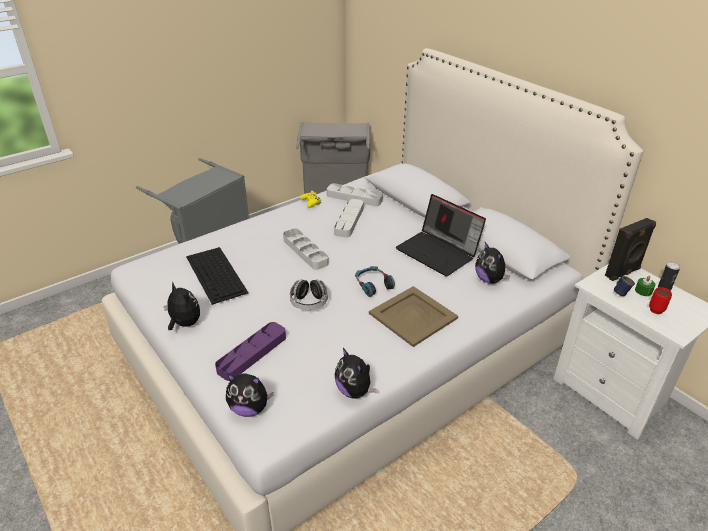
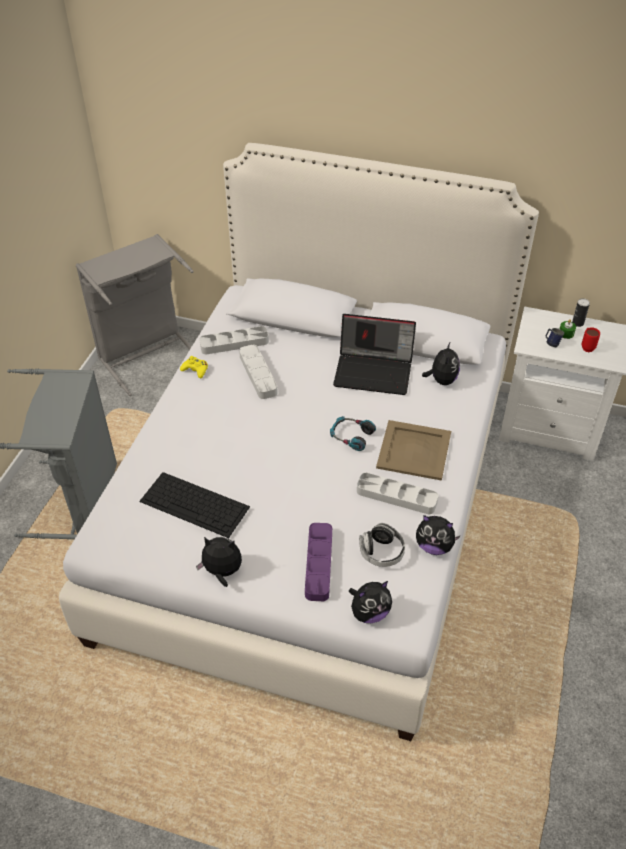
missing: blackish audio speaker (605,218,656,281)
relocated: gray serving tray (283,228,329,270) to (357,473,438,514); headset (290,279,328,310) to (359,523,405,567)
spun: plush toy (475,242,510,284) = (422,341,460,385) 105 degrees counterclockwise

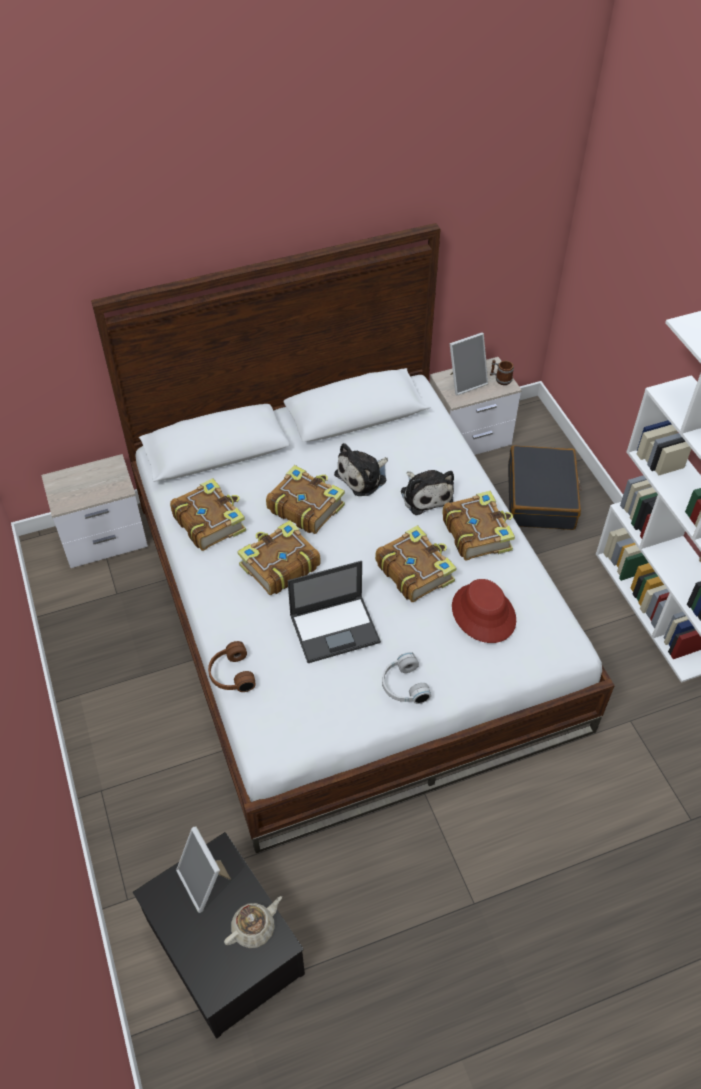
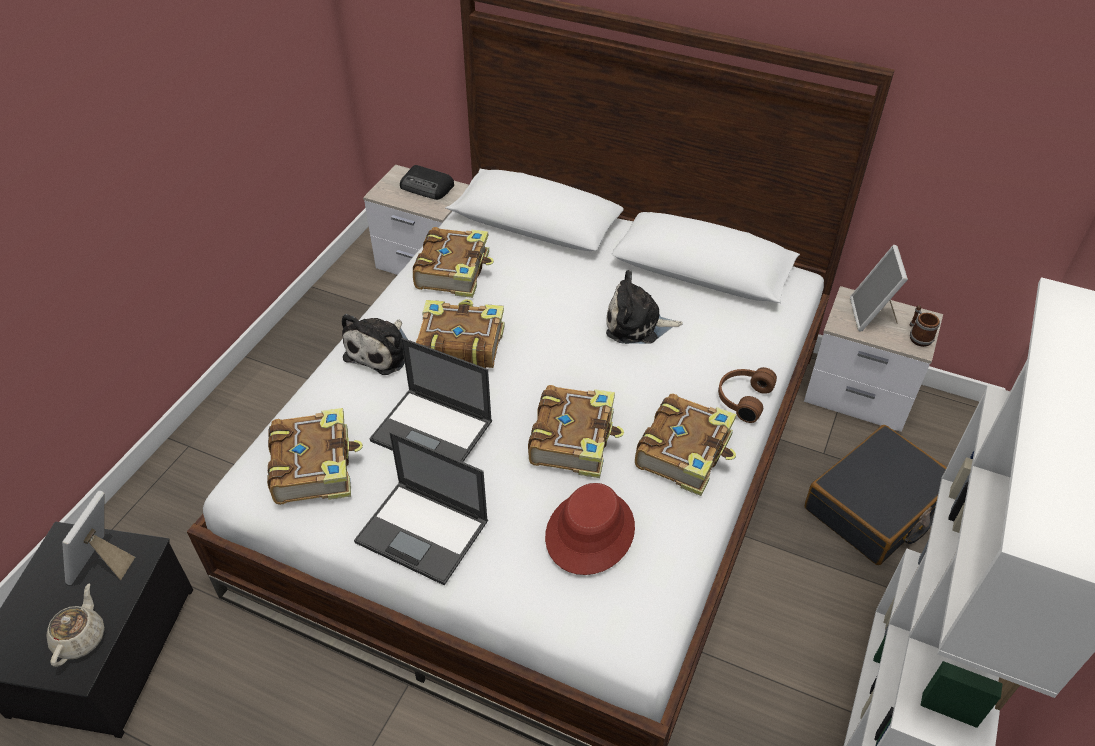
appeared: radio receiver (400,165,454,200)
relocated: brown-coloured headset (208,641,256,692) to (718,367,777,423); bound book (266,465,345,534) to (267,408,363,505); plush toy (401,470,454,515) to (342,314,408,375)
exchanged: white headset (382,652,431,704) to laptop (354,432,488,585)
spun: beige-coloured pot for tea (224,896,282,948) = (47,583,105,667) 90 degrees counterclockwise; standing frame (450,332,489,395) = (850,245,908,332) 75 degrees clockwise

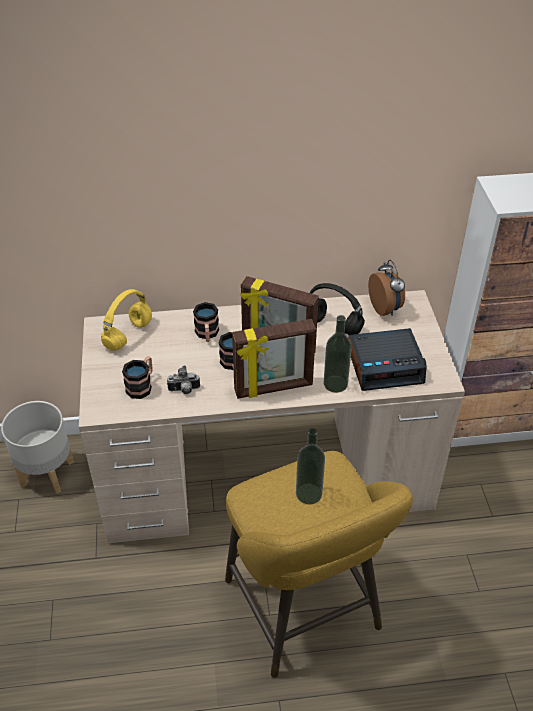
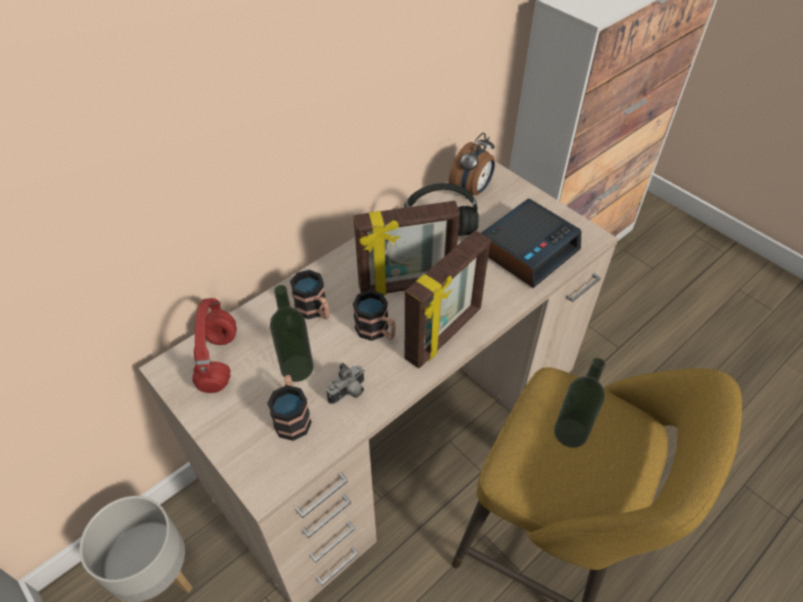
relocated: beverage bottle (324,315,352,393) to (270,285,313,382)
colour: yellowish headset (101,289,152,350) to red headset (192,298,237,393)
spun: bedside clock (368,260,405,316) = (449,133,495,199) 90 degrees clockwise

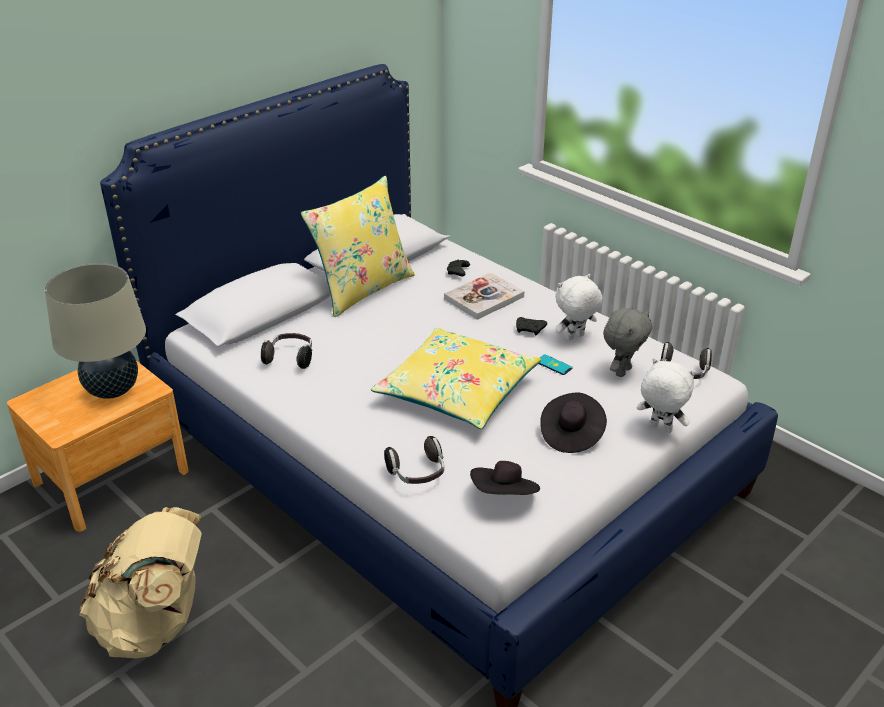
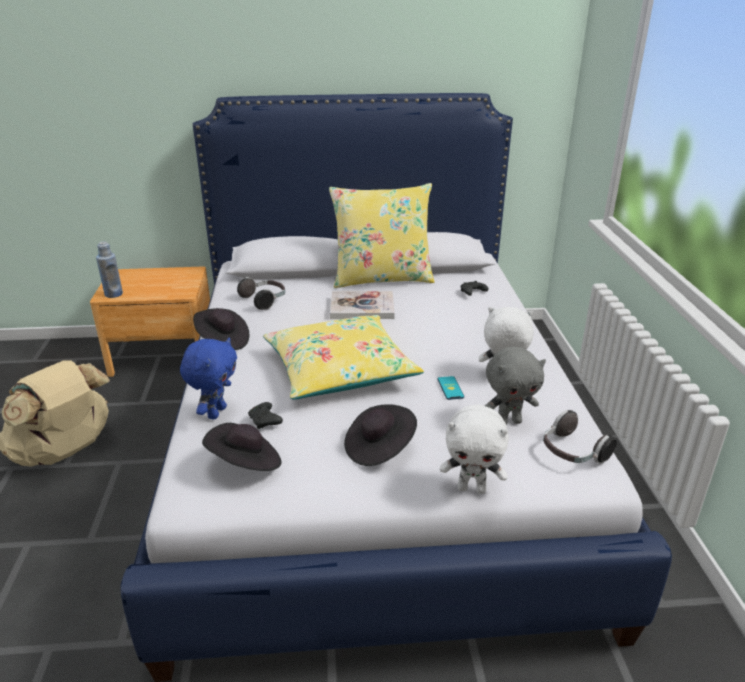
missing: beige-coloured tabletop lamp (45,263,146,399)
appeared: bluish beverage bottle (96,242,123,298); blackish wearable hat (193,308,249,350)
relocated: bound book (444,273,524,320) to (330,291,394,319); blackish game controller (516,317,547,335) to (248,402,283,429)
exchanged: headset (384,436,444,484) to bluish plush toy (180,338,237,419)
spun: white plush toy (637,358,696,433) = (440,404,509,494) 120 degrees clockwise

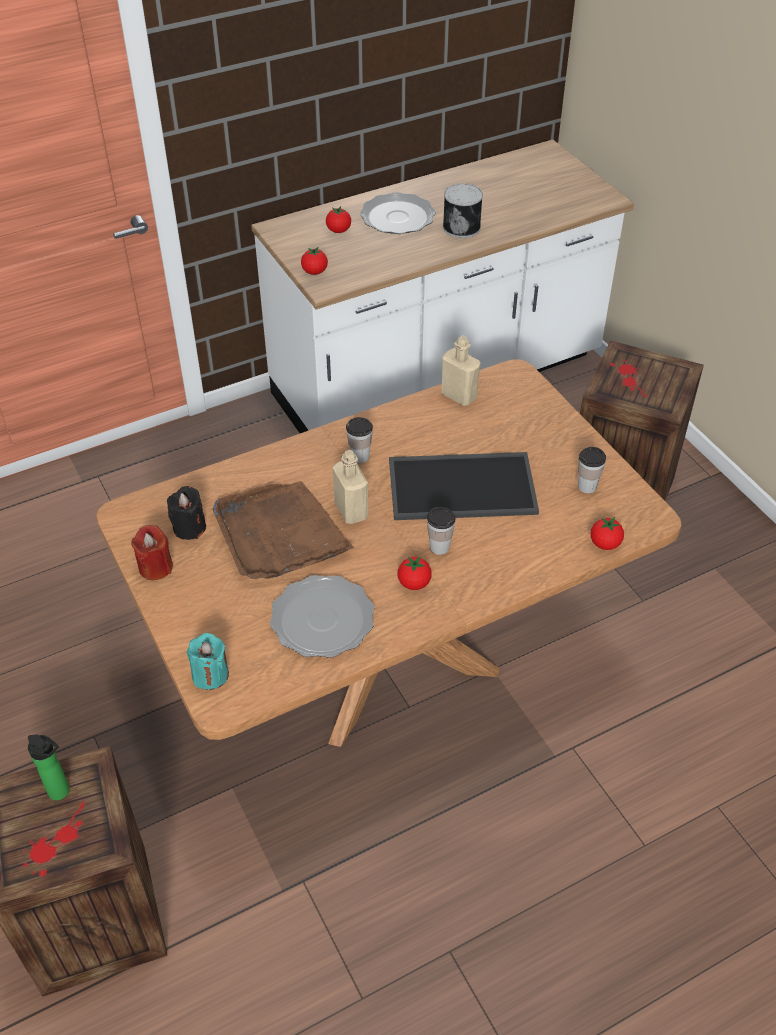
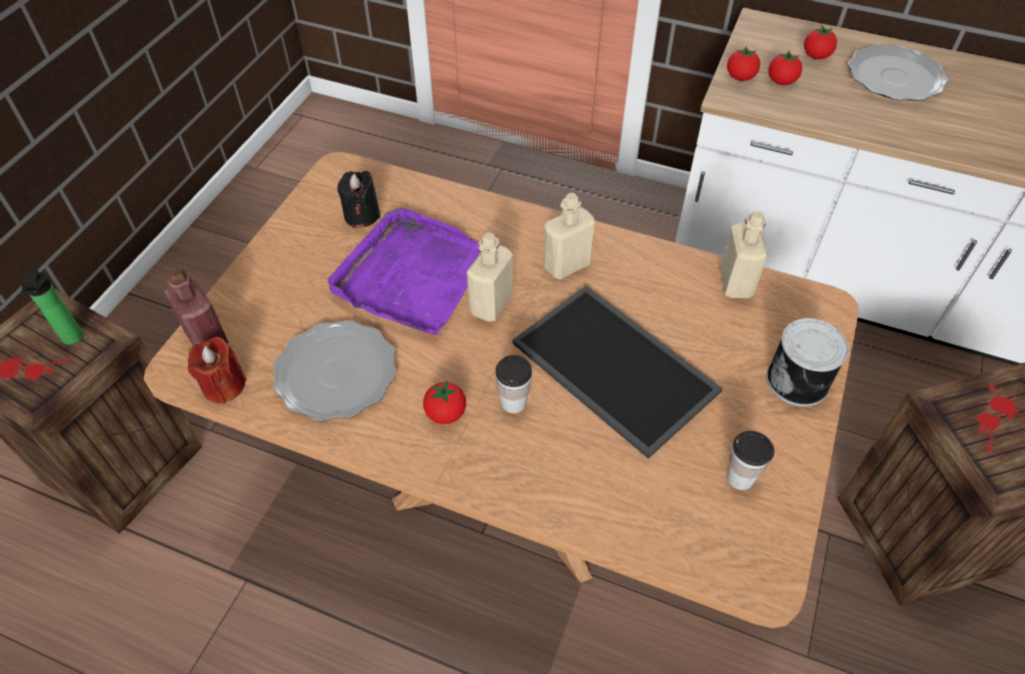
relocated: red wax light (131,525,173,580) to (188,337,247,404); can (443,183,483,238) to (766,318,849,407); fresh tomato (590,517,624,550) to (768,51,802,85)
exchanged: turquoise wax light (187,633,229,690) to red beverage bottle (164,267,228,346); drinking cup (346,417,373,463) to beige-coloured beverage bottle (544,193,595,280)
colour: brown-coloured serving tray (212,481,354,579) to purple-coloured serving tray (328,208,481,335)

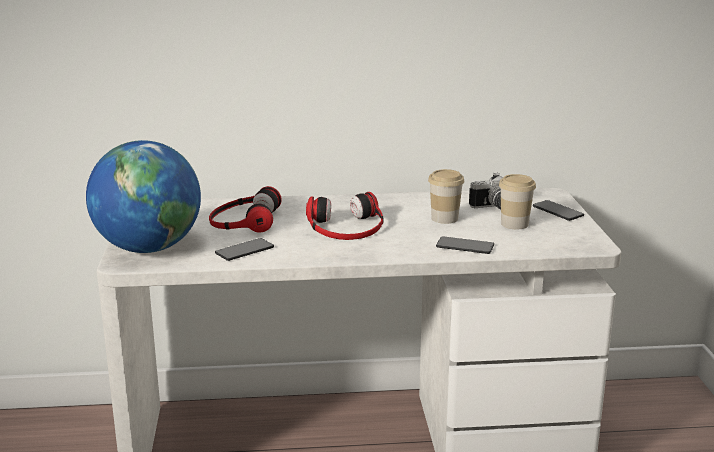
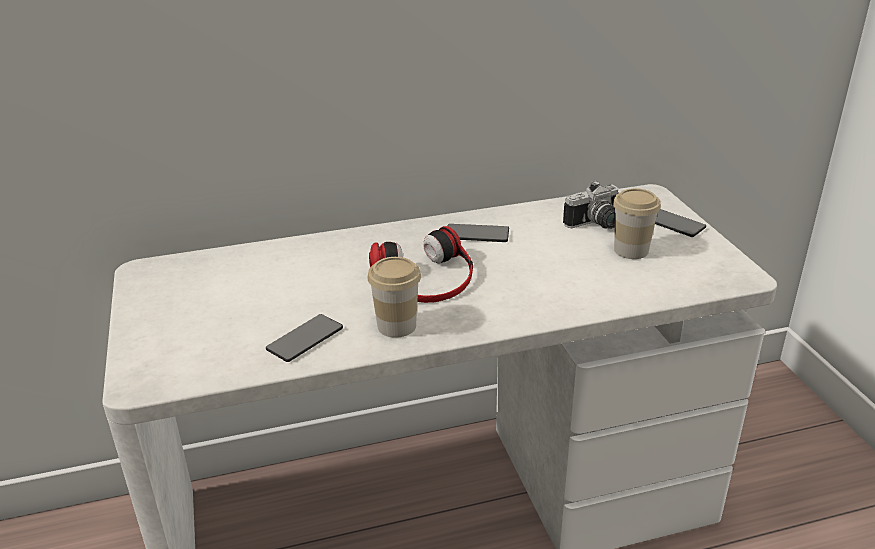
missing: globe (86,140,201,253); headset (209,186,282,233)
relocated: drinking cup (428,169,464,224) to (367,257,421,338); handset (436,236,494,254) to (448,224,509,242)

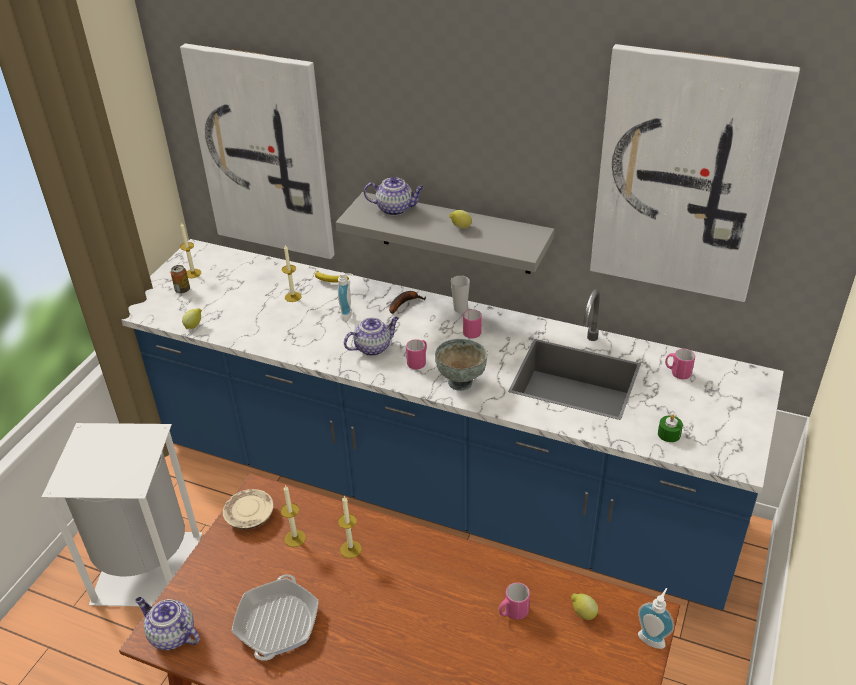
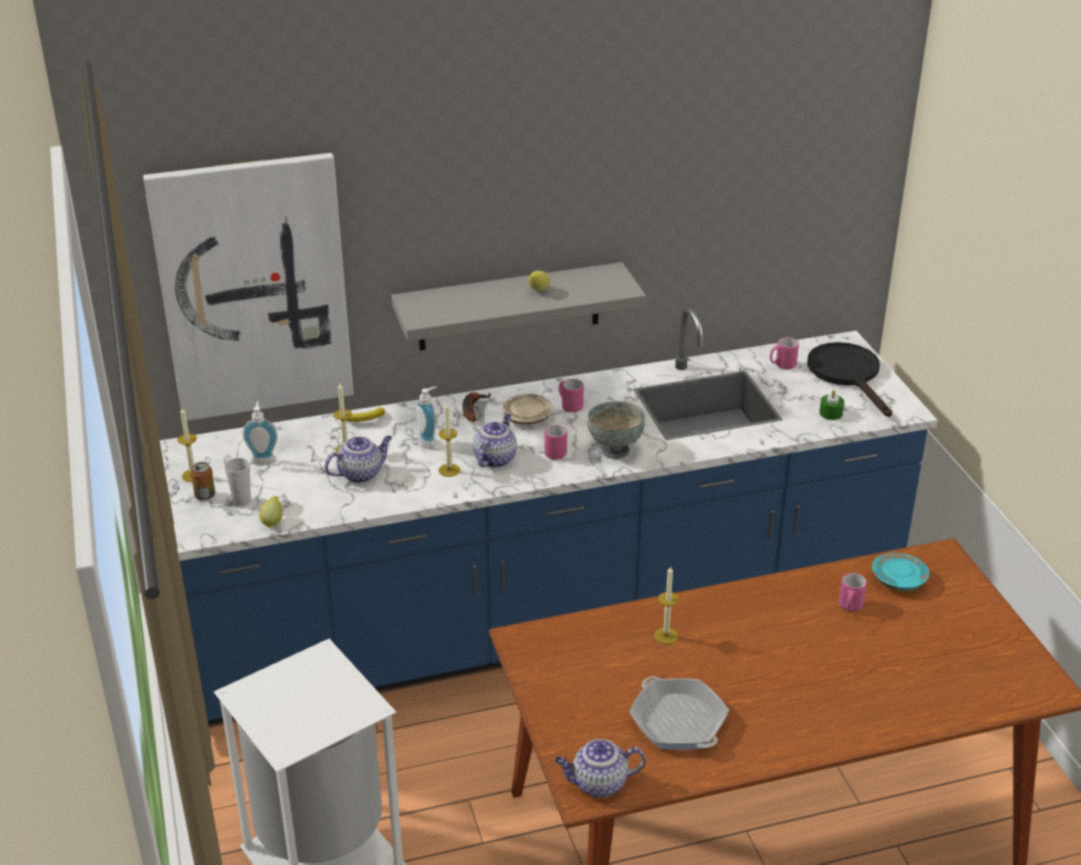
missing: wall picture (590,44,800,302)
appeared: blackish pan (807,342,892,417)
relocated: beige-coloured plate (223,489,274,530) to (502,394,553,425); wax light (281,485,306,547) to (439,402,460,477); pot for tea (364,177,424,216) to (325,436,392,483); drinking cup (451,275,470,313) to (224,458,251,507); soap dispenser (638,588,674,649) to (243,401,278,465)
exchanged: whole lemon (571,593,598,620) to turquoise plate (872,553,929,591)

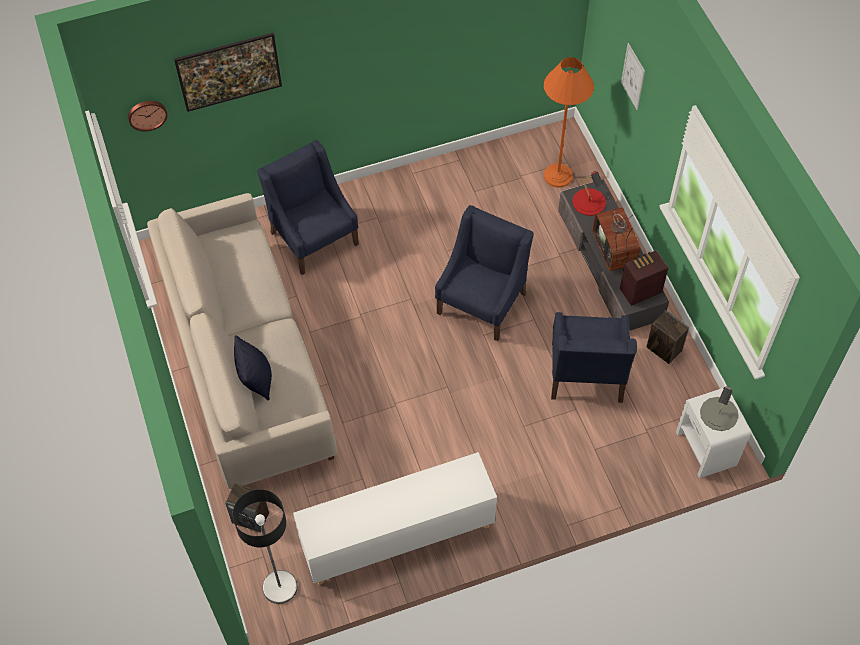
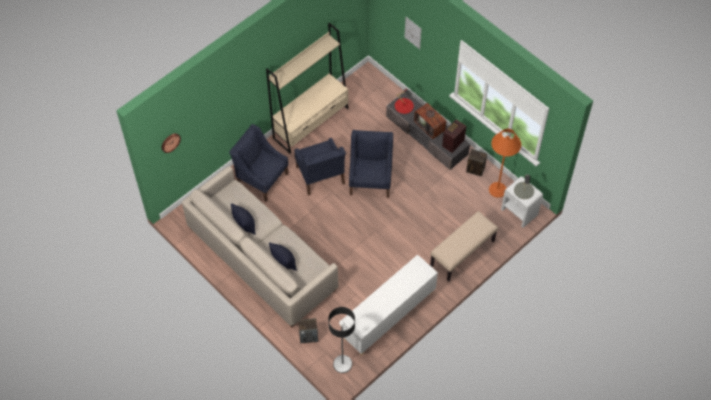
missing: wall picture (174,33,282,112)
appeared: blackish cushion (231,203,256,235); beige-coloured shelving unit (266,23,348,154); beige-coloured long seat (430,211,498,282)
relocated: orangey floor lamp (544,57,594,188) to (489,129,521,198); bluish lounge chair (551,312,637,403) to (294,138,346,196)

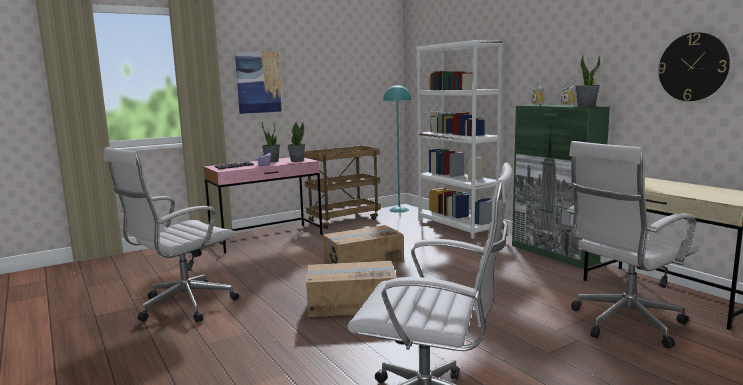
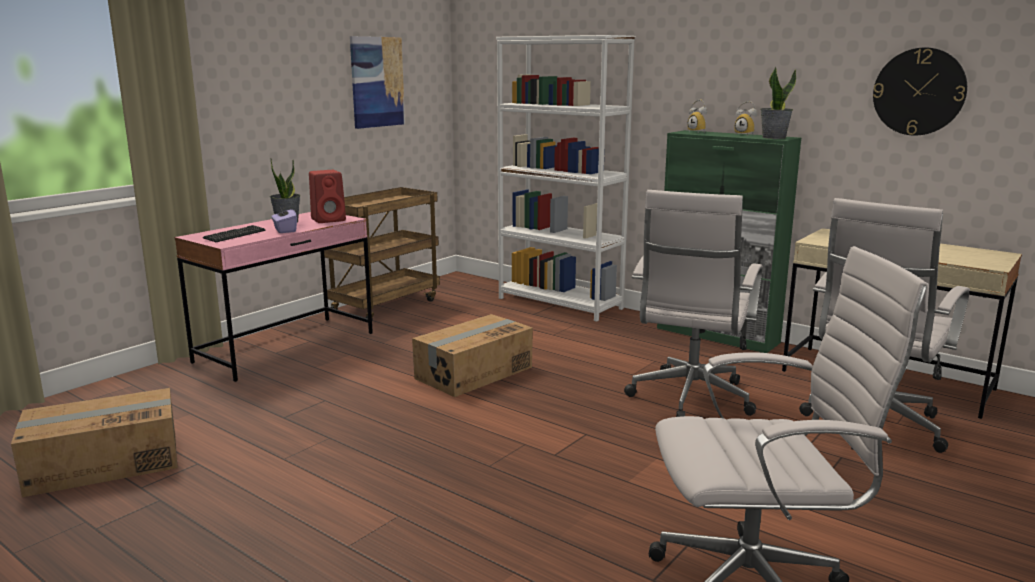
missing: turquoise floor lamp (383,85,412,213)
relocated: white office chair (104,147,239,323) to (624,190,763,417); wall picture (235,51,283,114) to (350,36,405,129); carton (306,261,397,317) to (11,388,178,497)
exchanged: plant in a pot (287,122,305,162) to red audio speaker (309,170,346,223)

